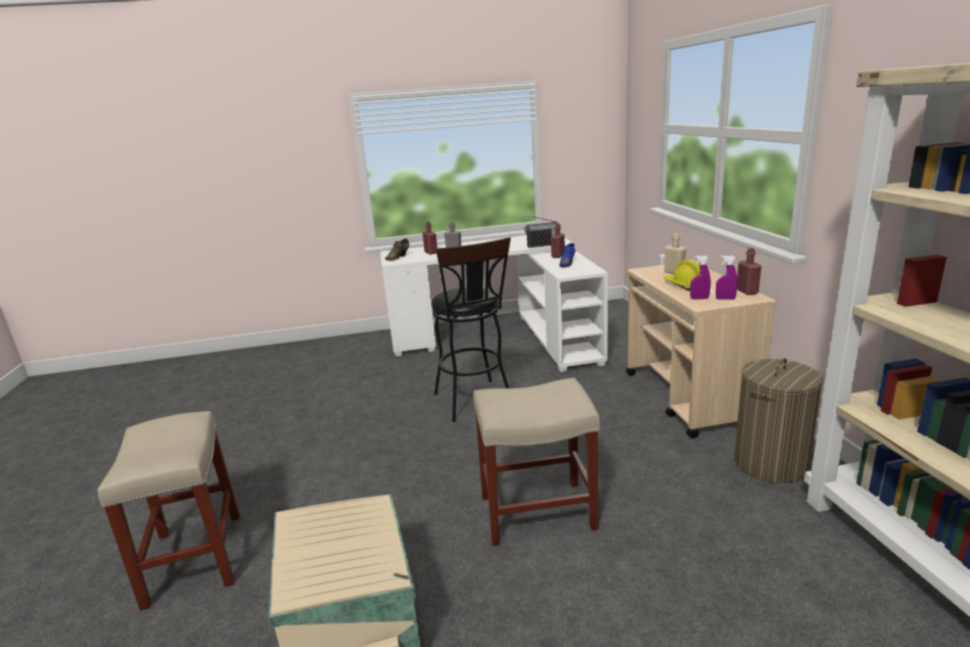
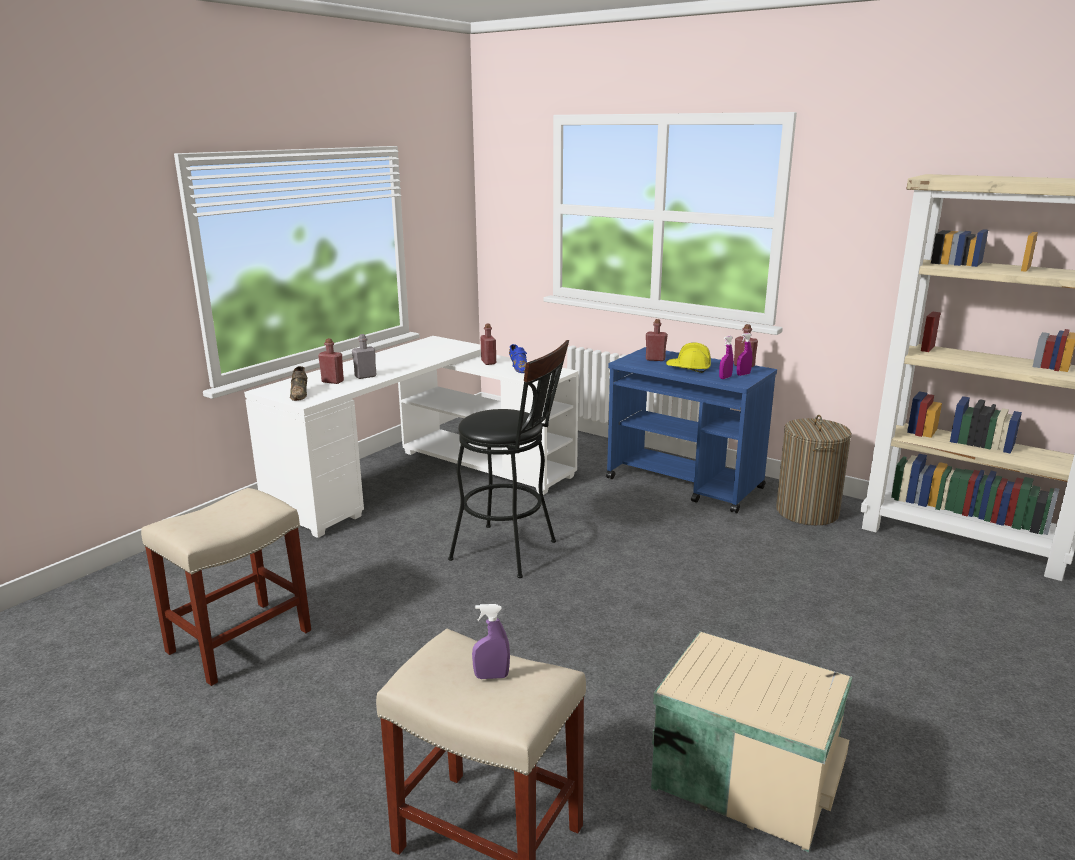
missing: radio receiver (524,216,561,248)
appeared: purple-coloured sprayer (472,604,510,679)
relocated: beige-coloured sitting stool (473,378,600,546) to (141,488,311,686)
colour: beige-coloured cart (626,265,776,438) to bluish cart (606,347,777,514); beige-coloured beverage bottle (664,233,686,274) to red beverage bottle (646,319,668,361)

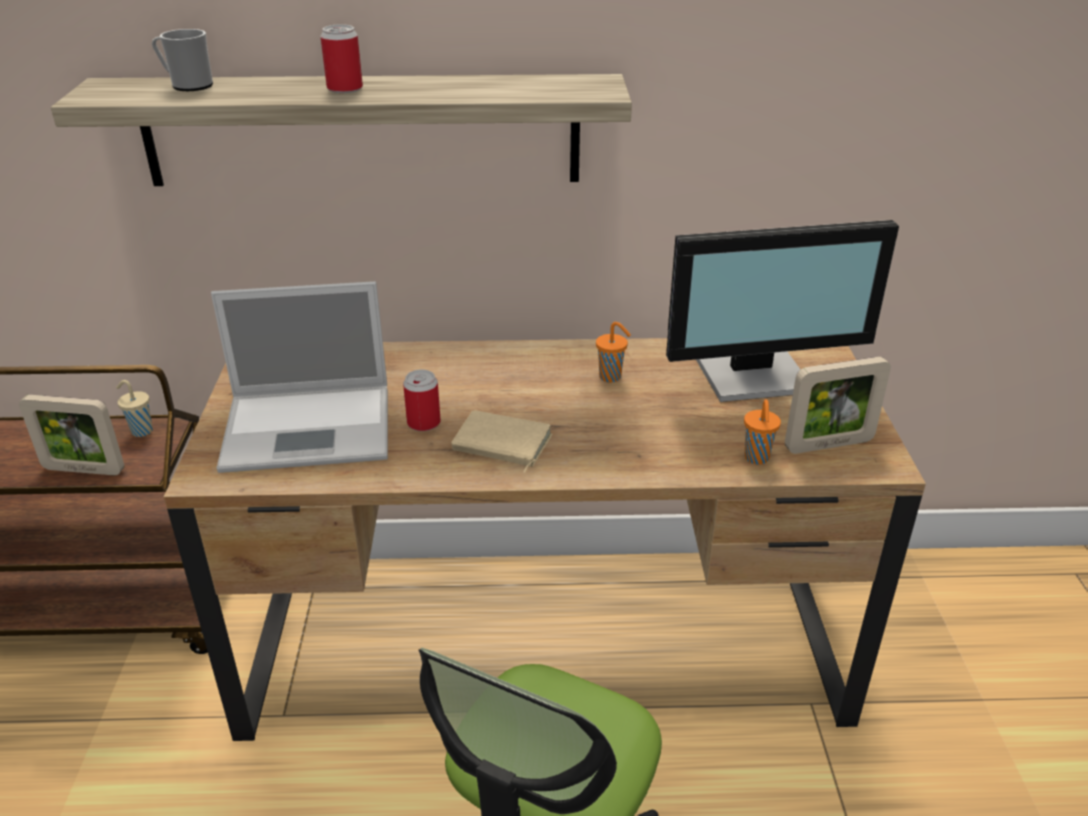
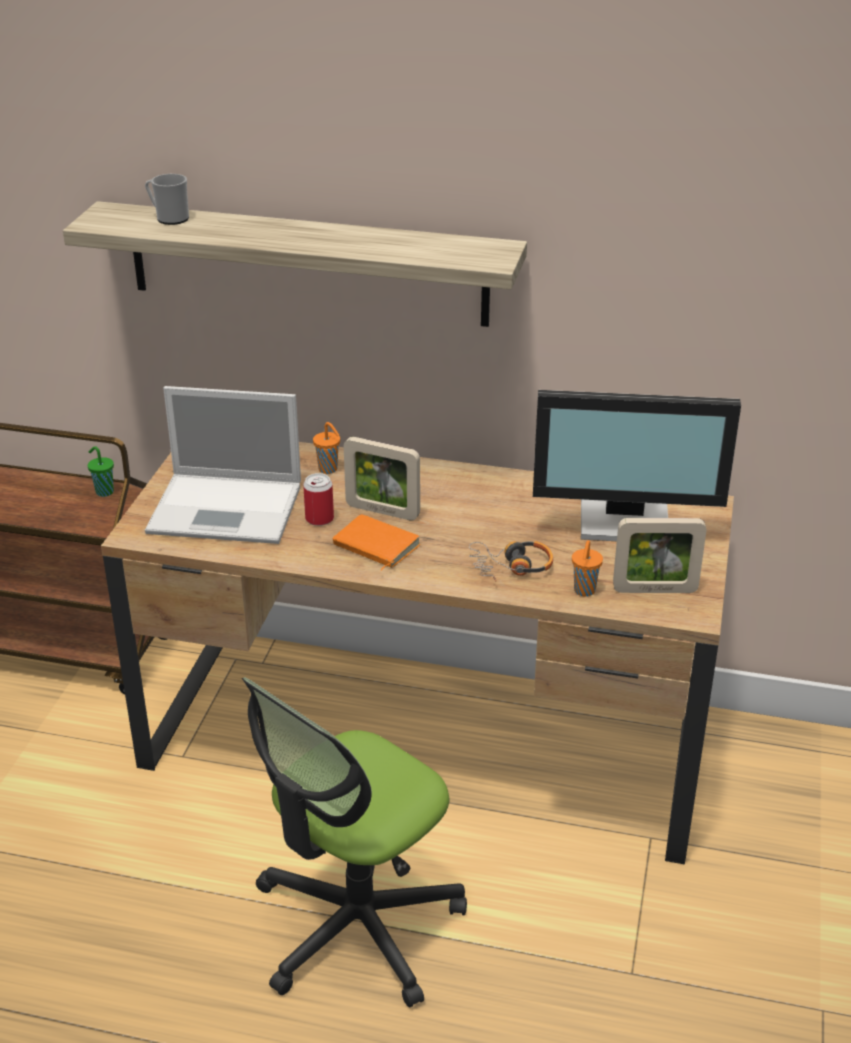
missing: can (321,24,363,93)
appeared: headset (469,541,553,582)
relocated: standing frame (19,395,124,475) to (344,437,420,521); orangey drinking cup (596,322,631,382) to (313,422,340,474)
colour: beige-coloured drinking cup (116,380,153,437) to greenish drinking cup (88,446,114,497); beige-coloured bound book (451,410,552,473) to orangey bound book (333,514,421,571)

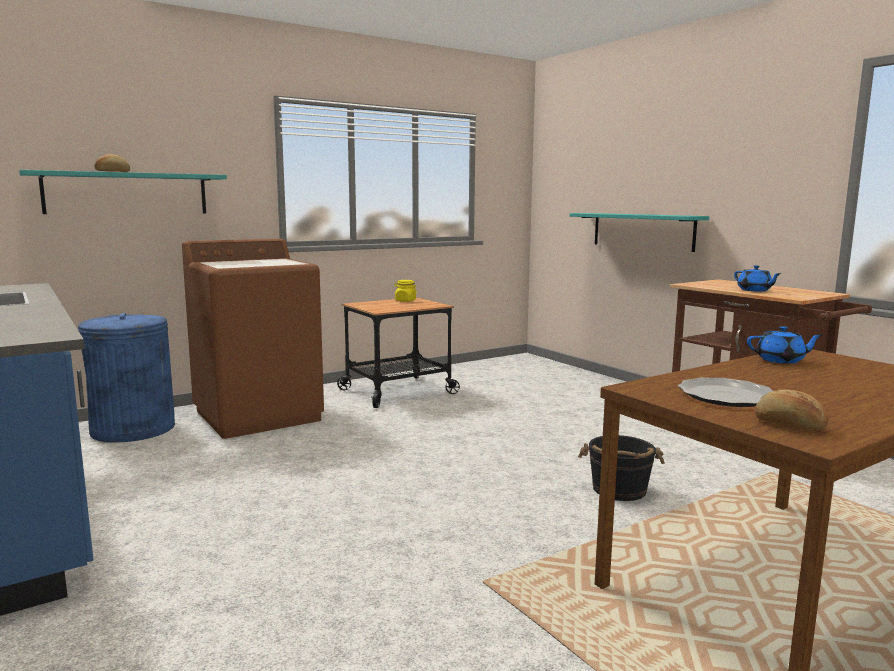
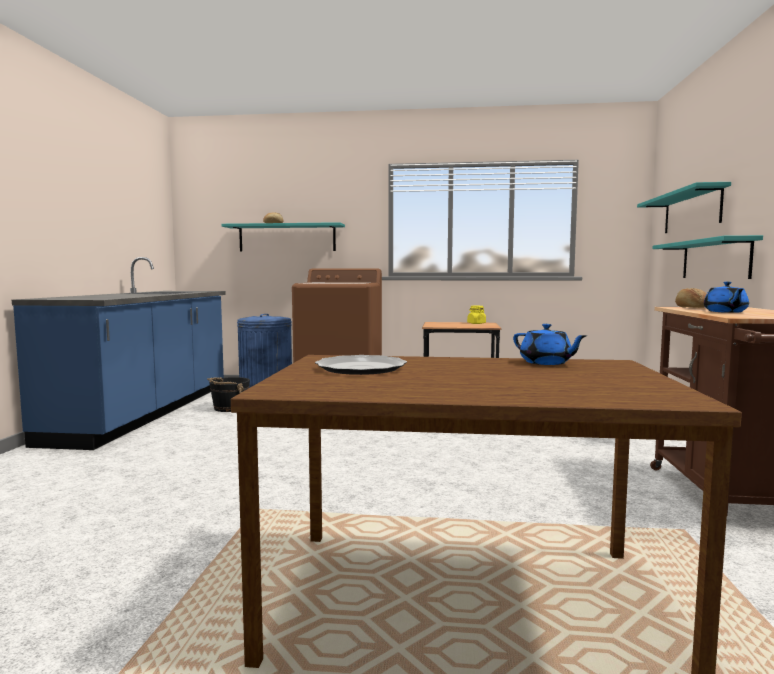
appeared: turquoise wall shelf (637,182,731,233)
relocated: blackish pail (578,435,665,501) to (207,377,250,412); bakery bread (755,389,829,430) to (675,288,707,308)

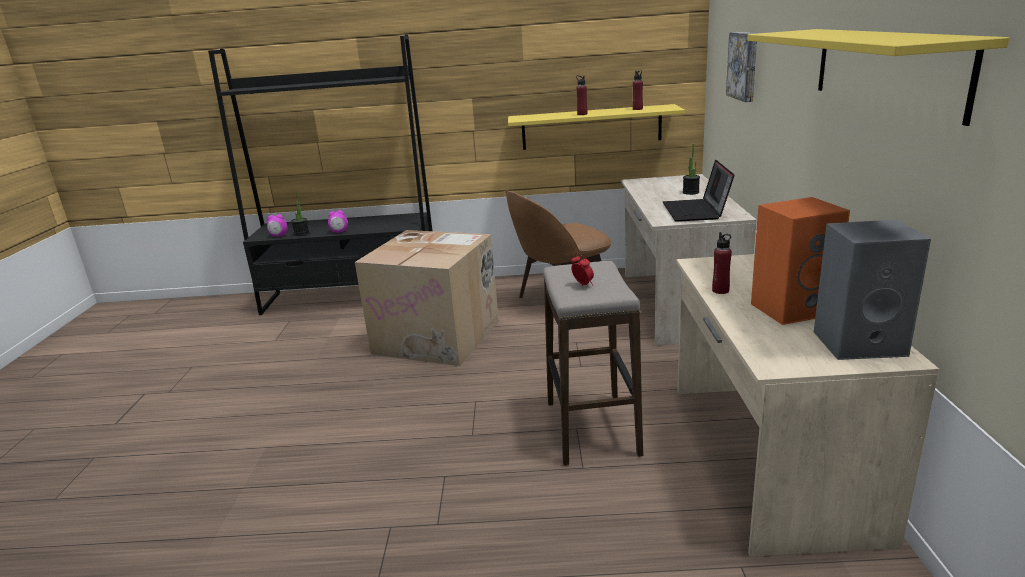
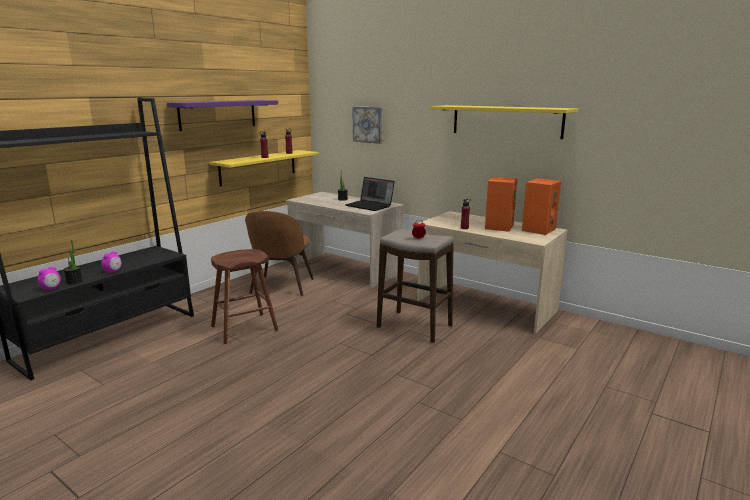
appeared: purple-coloured wall shelf (167,100,278,131)
exchanged: carton (355,230,499,366) to brown-coloured sitting stool (211,249,278,344)
colour: gray audio speaker (814,220,931,360) to orangey audio speaker (522,178,561,235)

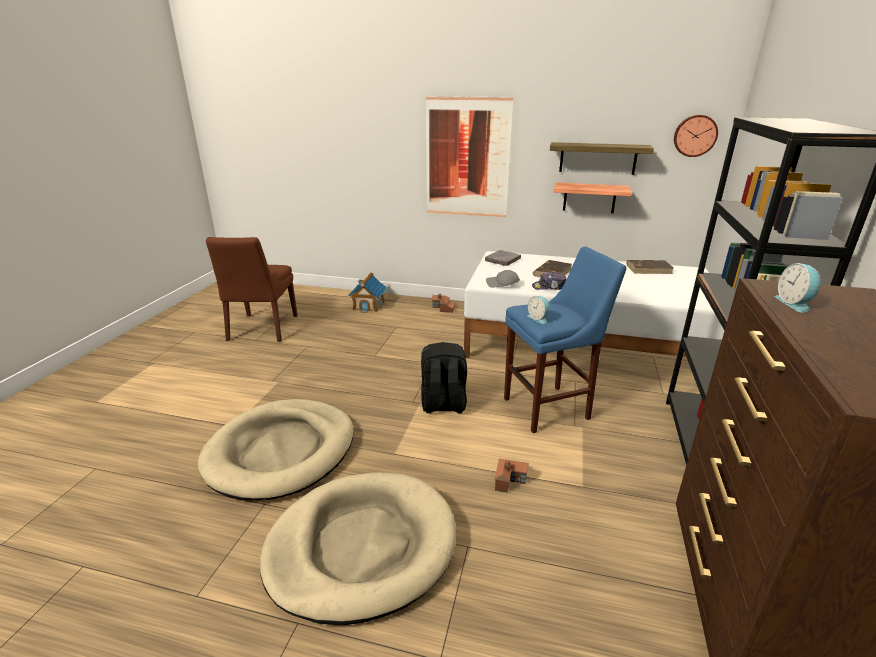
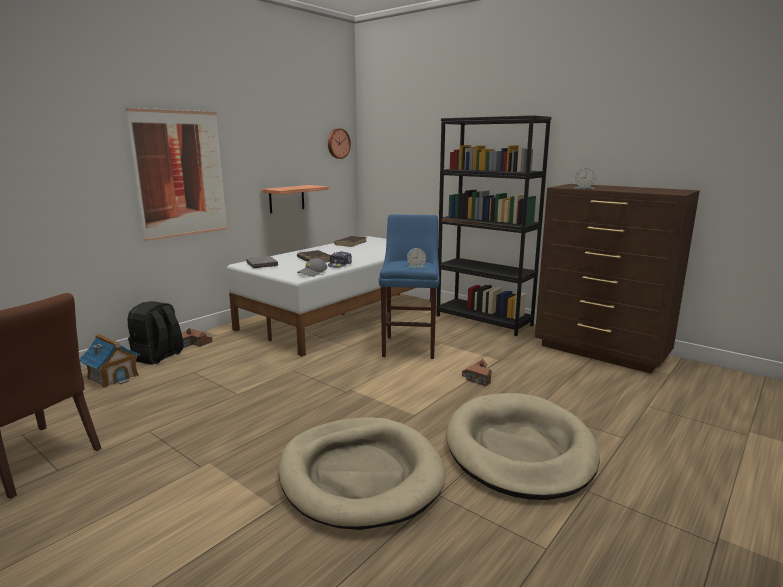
missing: wall shelf (550,142,654,175)
relocated: blackish rucksack (421,342,467,414) to (128,301,184,365)

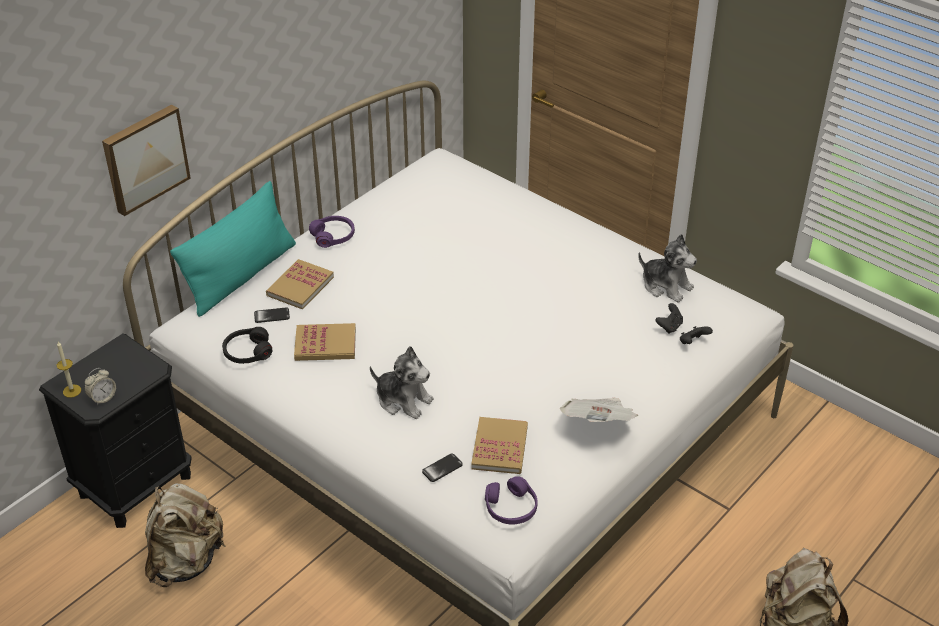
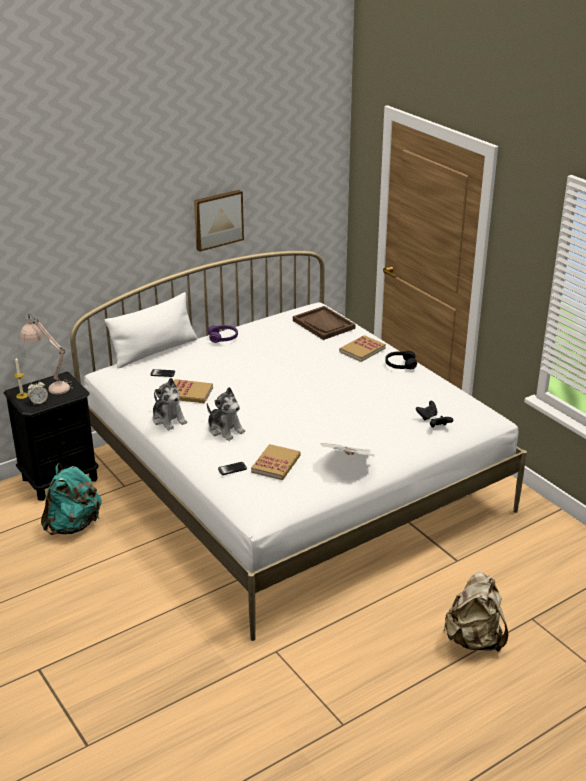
missing: purple-coloured headset (485,476,538,525)
appeared: beige-coloured tabletop lamp (20,314,73,394); brown-coloured serving tray (293,306,355,340)
relocated: wall picture (102,104,191,216) to (194,190,244,252); blackish headset (222,327,272,364) to (385,351,417,369); bound book (266,259,334,310) to (339,335,386,362); plush toy (638,234,697,303) to (153,378,187,430)
colour: beige-coloured rucksack (145,483,225,587) to turquoise rucksack (41,463,102,535); turquoise cushion (170,181,296,317) to white cushion (105,292,197,369)

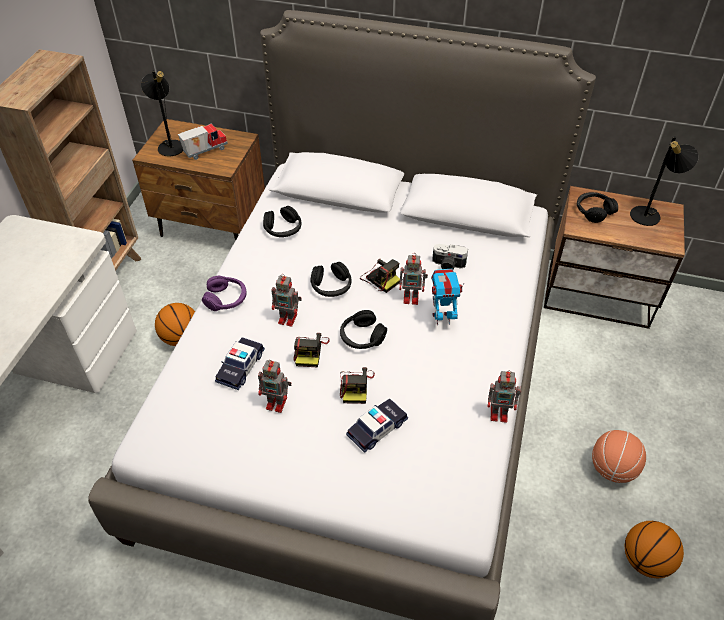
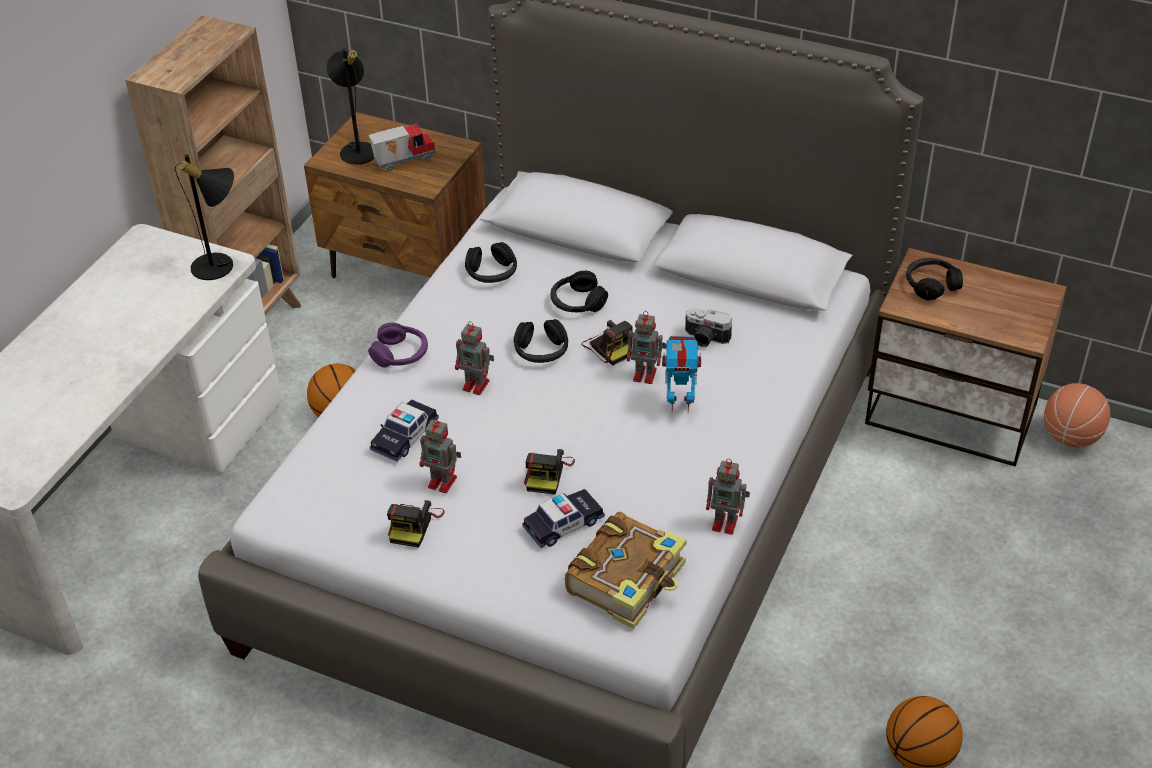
appeared: bound book (565,512,687,629)
relocated: still camera (293,333,330,368) to (387,500,445,548); blackish headset (340,310,387,349) to (551,271,608,312); basketball (592,430,646,483) to (1044,383,1110,448); blackish tabletop lamp (630,136,699,226) to (175,154,234,280)

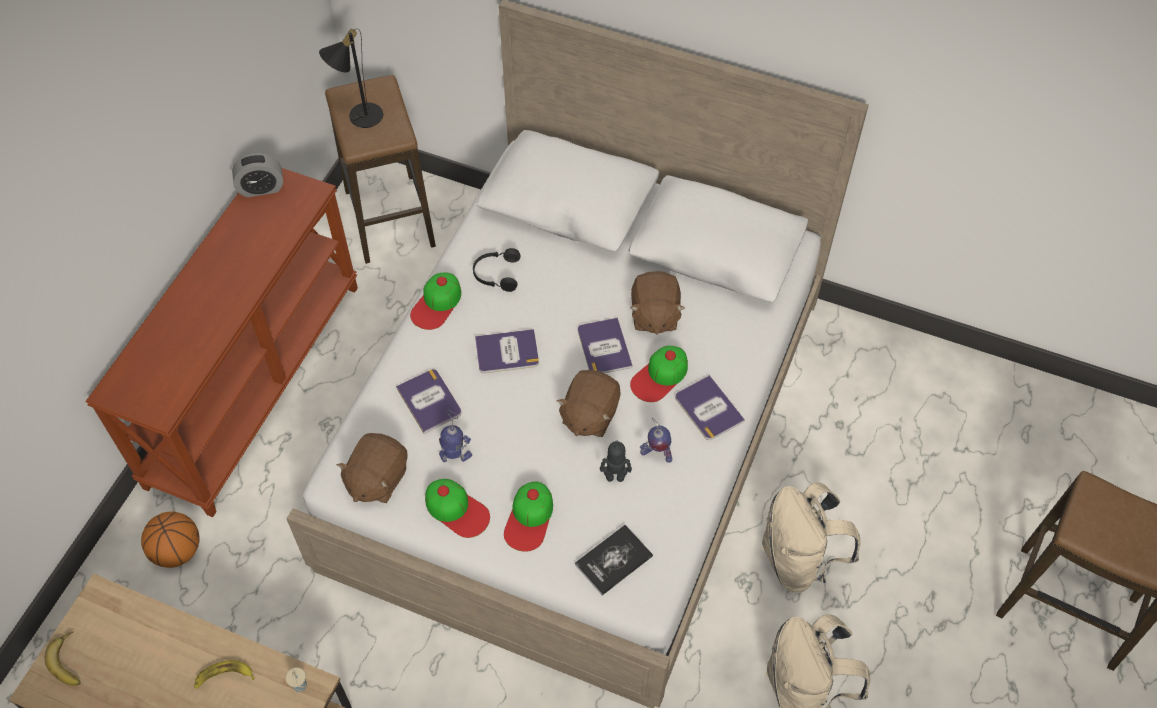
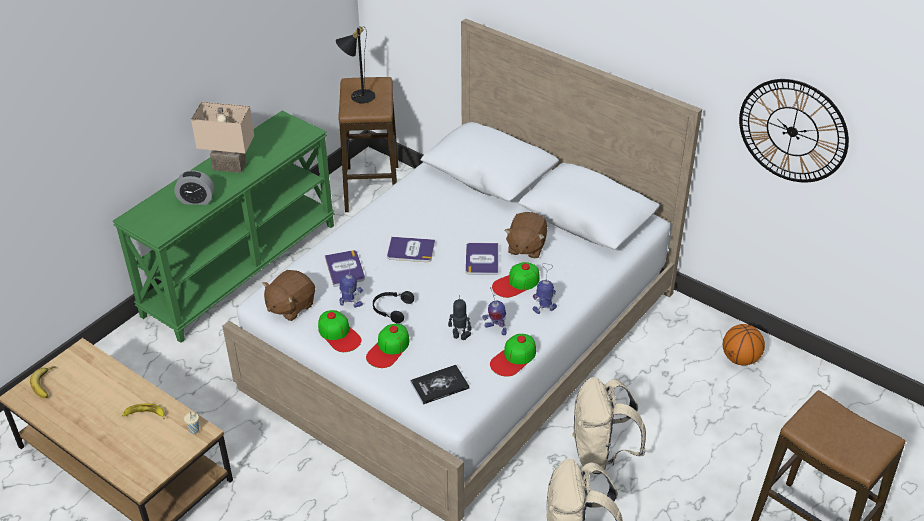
missing: brown-coloured plush toy (557,370,620,437)
appeared: beige-coloured tabletop lamp (191,102,254,173); clock on the wall (739,79,849,182)
relocated: basketball (141,512,200,568) to (722,324,765,366); bedside clock (232,153,283,197) to (174,170,214,205); baseball cap (410,273,461,330) to (490,334,536,377); blackish headset (473,248,521,292) to (373,291,414,324)
exchanged: bound book (675,375,745,440) to robot figure (533,263,557,314)
colour: brown-coloured hall table (86,168,358,517) to greenish hall table (113,111,335,343)

